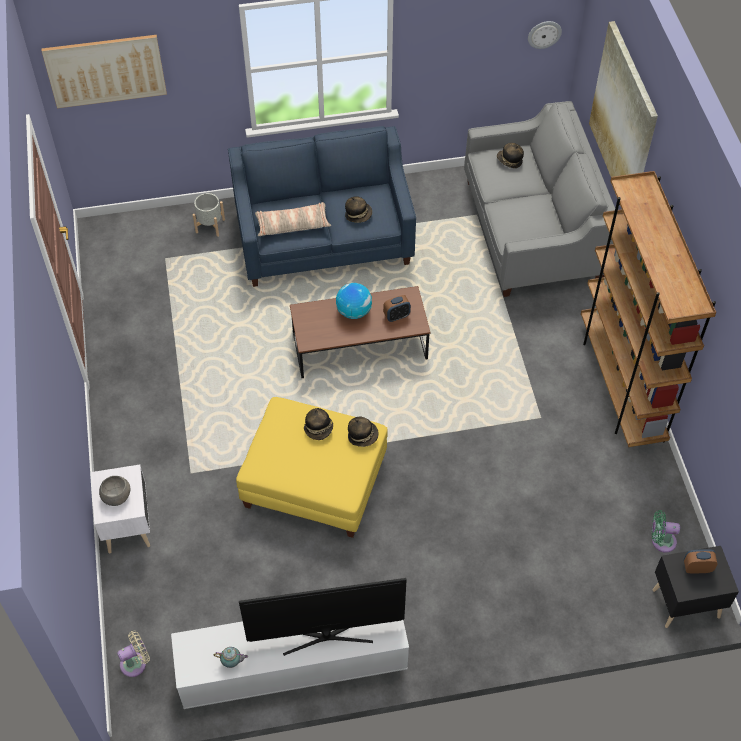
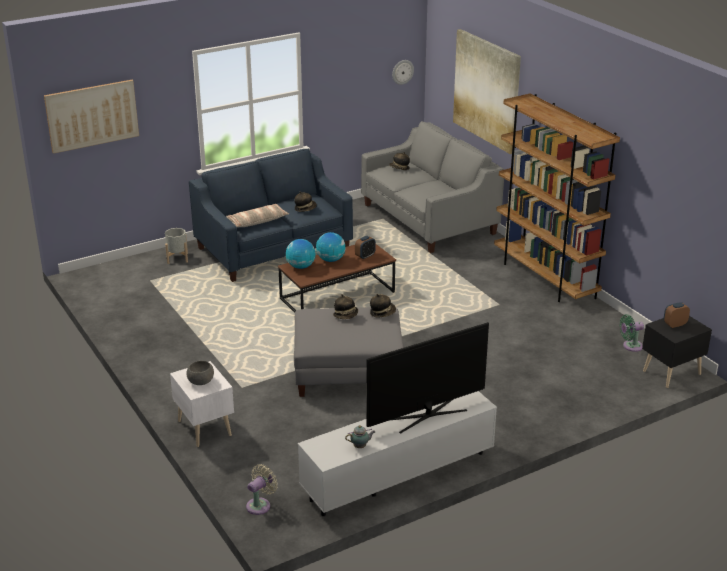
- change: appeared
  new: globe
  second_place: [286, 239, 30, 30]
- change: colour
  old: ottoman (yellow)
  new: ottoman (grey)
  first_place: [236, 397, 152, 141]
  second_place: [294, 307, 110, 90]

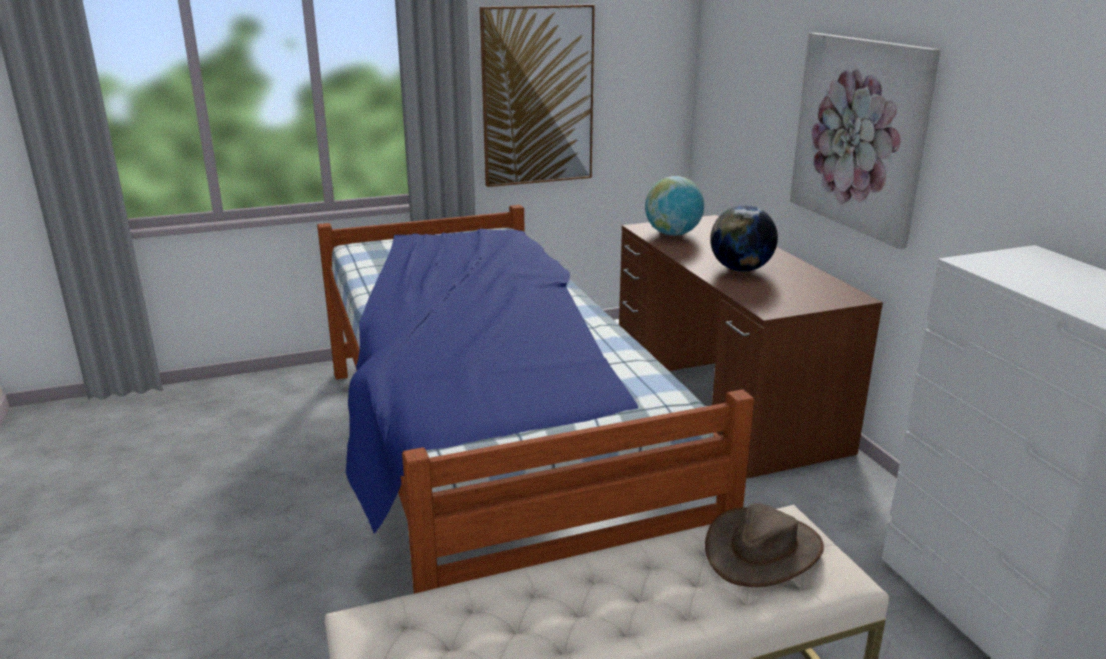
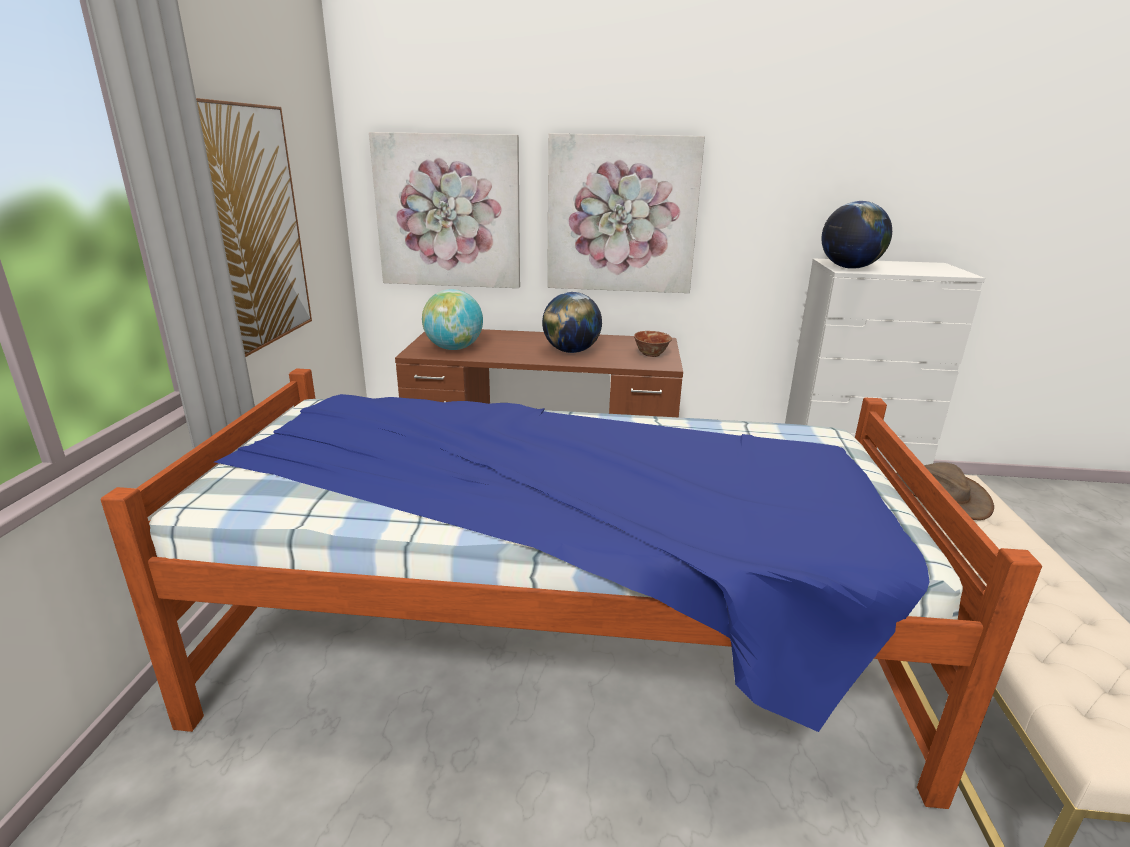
- change: appeared
  new: picture
  second_place: [369, 132, 151, 156]
- change: appeared
  new: bowl
  second_place: [634, 331, 38, 26]
- change: appeared
  new: globe
  second_place: [822, 201, 70, 68]

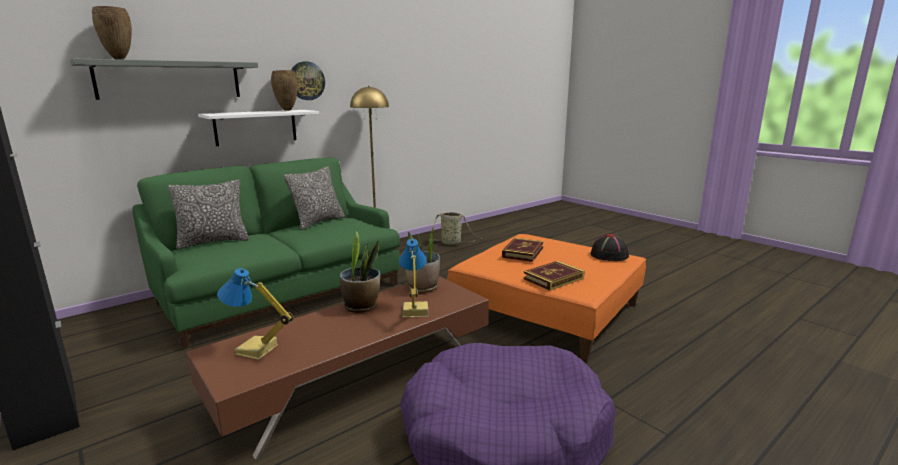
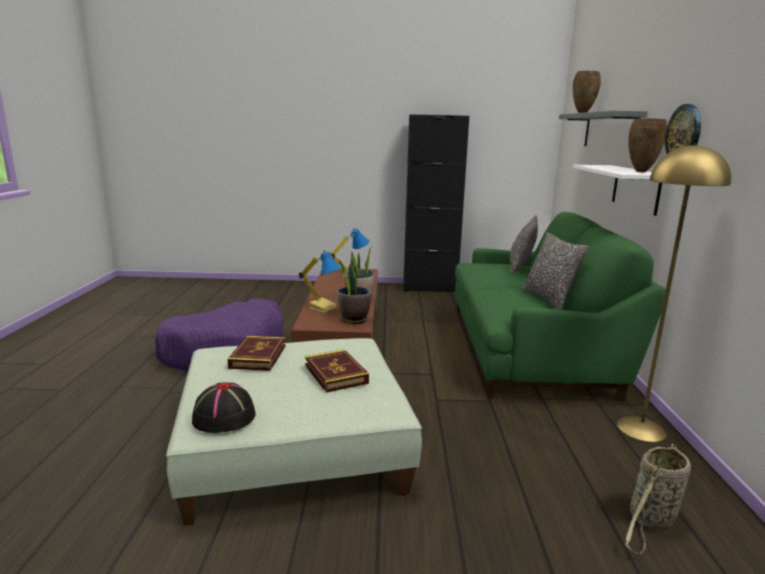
- change: colour
  old: ottoman (orange)
  new: ottoman (green)
  first_place: [447, 234, 199, 127]
  second_place: [166, 338, 256, 188]

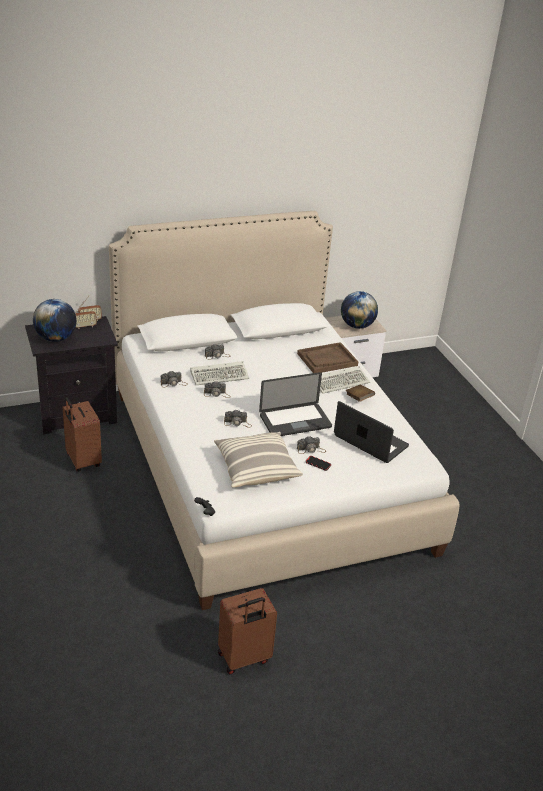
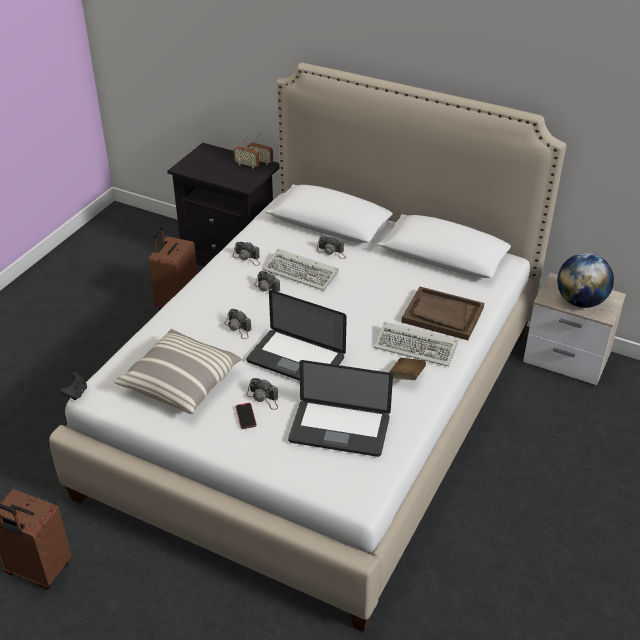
- change: spun
  old: laptop
  first_place: [334, 401, 75, 62]
  second_place: [288, 360, 105, 97]
  degrees: 105
- change: missing
  old: globe
  first_place: [33, 299, 44, 43]

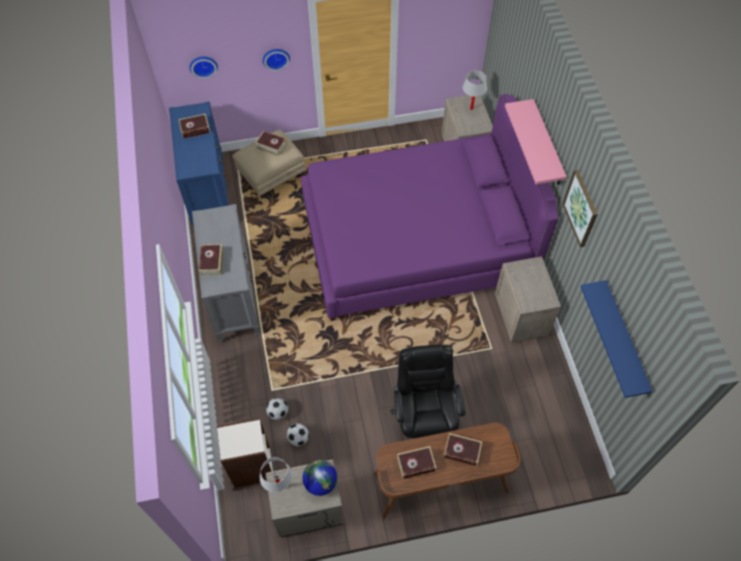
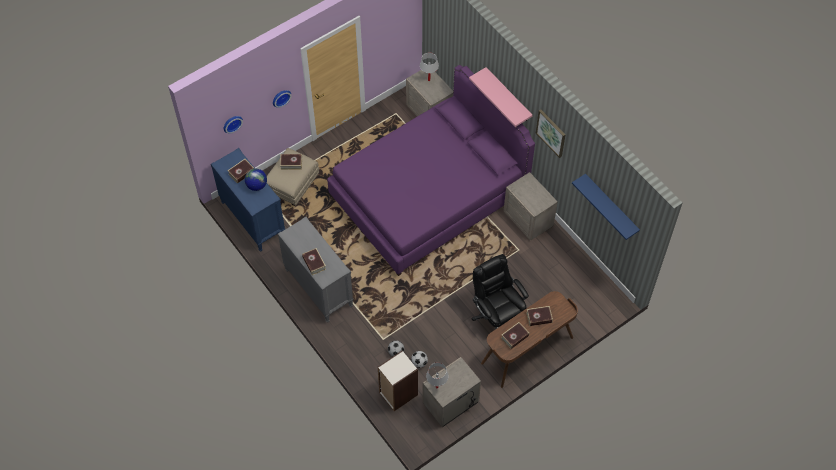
- change: relocated
  old: globe
  first_place: [303, 460, 34, 36]
  second_place: [245, 169, 22, 22]

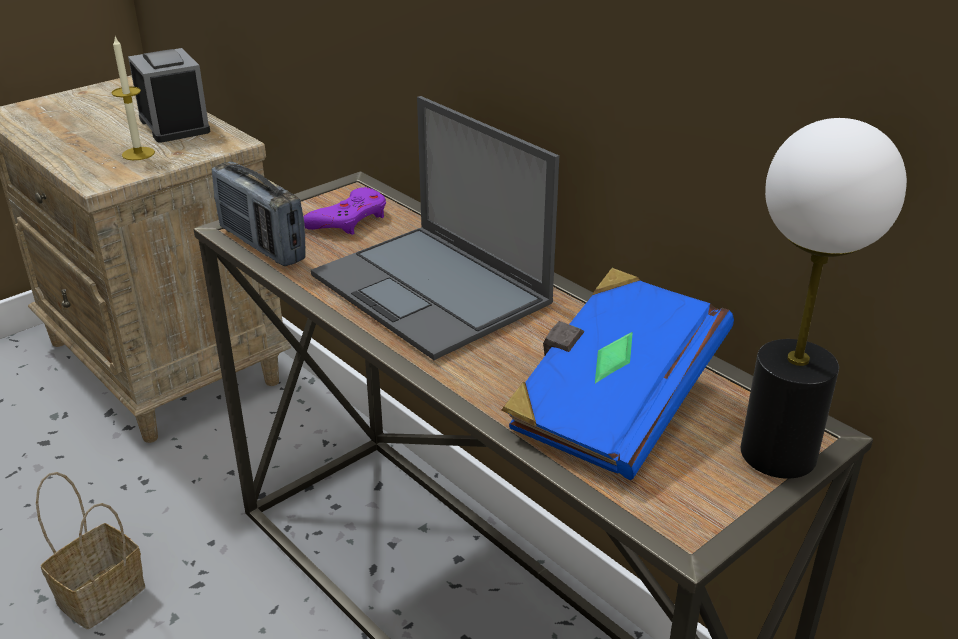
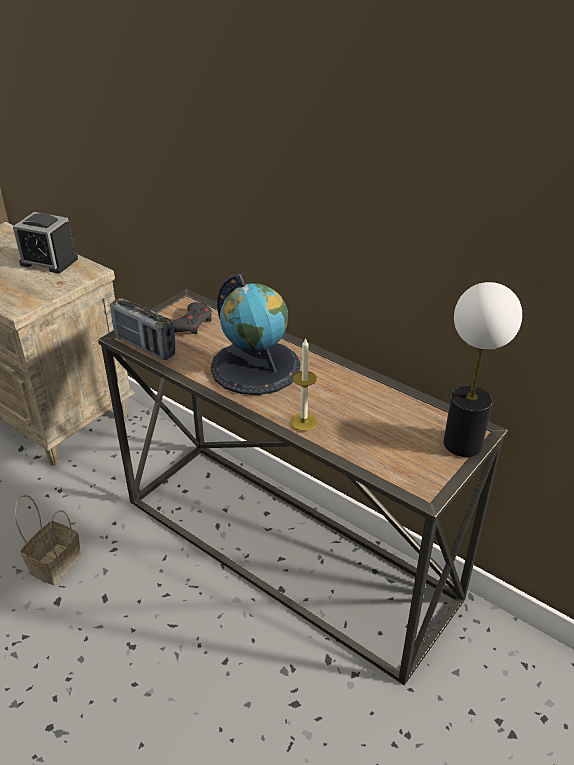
- change: spun
  old: alarm clock
  first_place: [128, 48, 82, 94]
  second_place: [13, 212, 65, 61]
  degrees: 150
- change: colour
  old: game controller (purple)
  new: game controller (grey)
  first_place: [303, 187, 83, 48]
  second_place: [172, 302, 40, 32]
- change: exchanged
  old: laptop
  new: globe
  first_place: [311, 96, 248, 264]
  second_place: [210, 274, 91, 121]
- change: relocated
  old: candle
  first_place: [112, 36, 43, 124]
  second_place: [291, 338, 26, 93]
- change: missing
  old: book (blue)
  first_place: [502, 268, 232, 212]

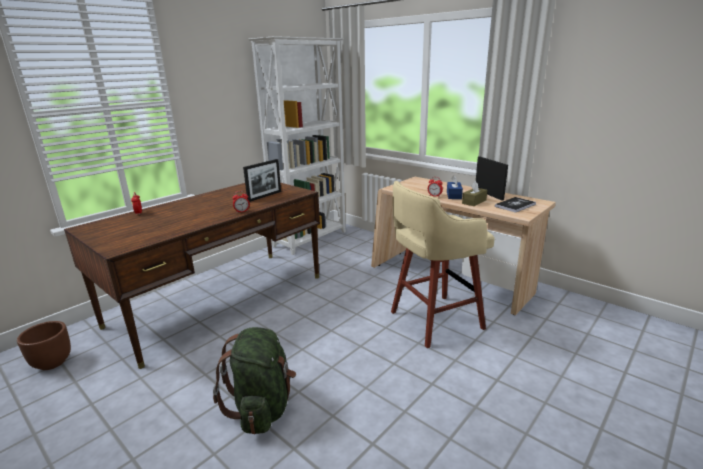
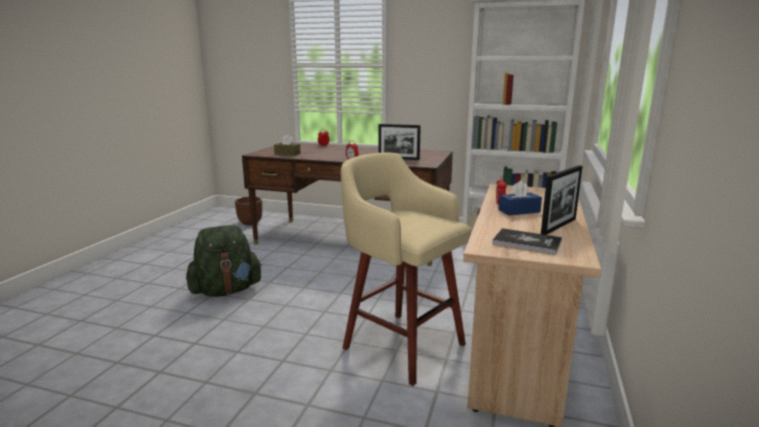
- change: relocated
  old: tissue box (brown)
  first_place: [462, 181, 25, 25]
  second_place: [274, 134, 27, 22]

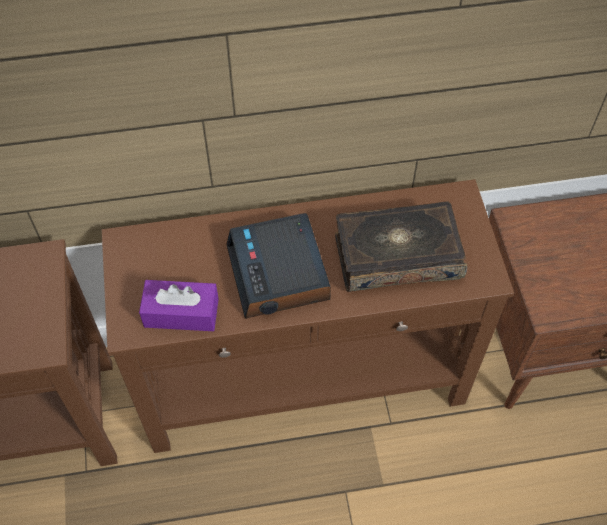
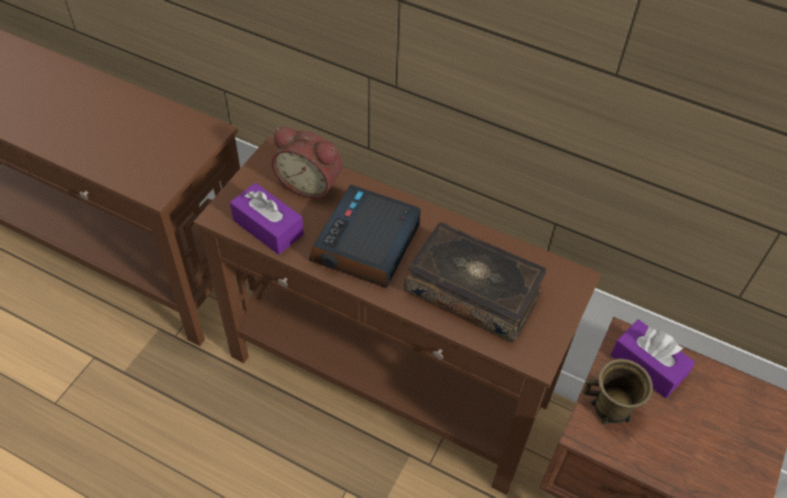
- change: appeared
  new: alarm clock
  second_place: [272, 127, 70, 72]
- change: appeared
  new: mug (brown)
  second_place: [583, 359, 70, 66]
- change: appeared
  new: tissue box (purple)
  second_place: [611, 320, 84, 78]

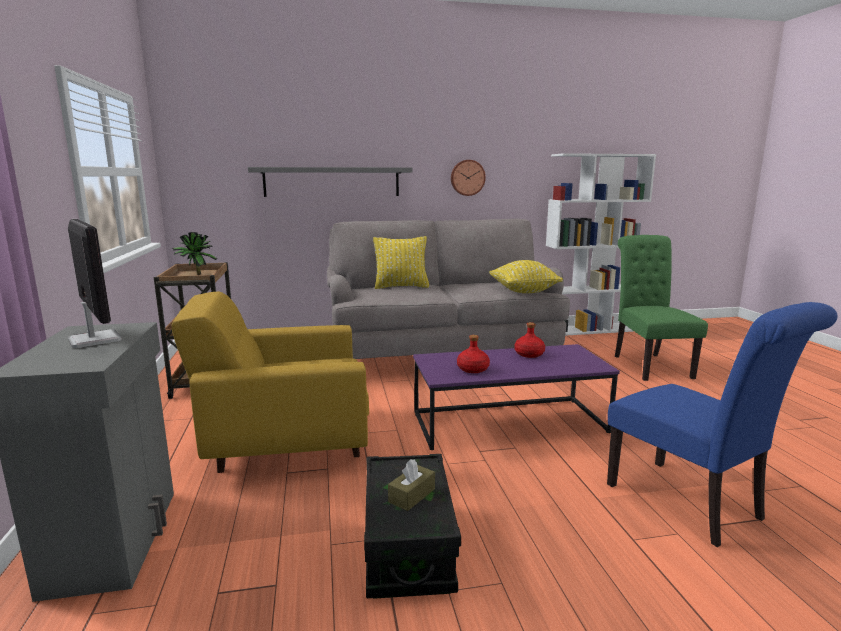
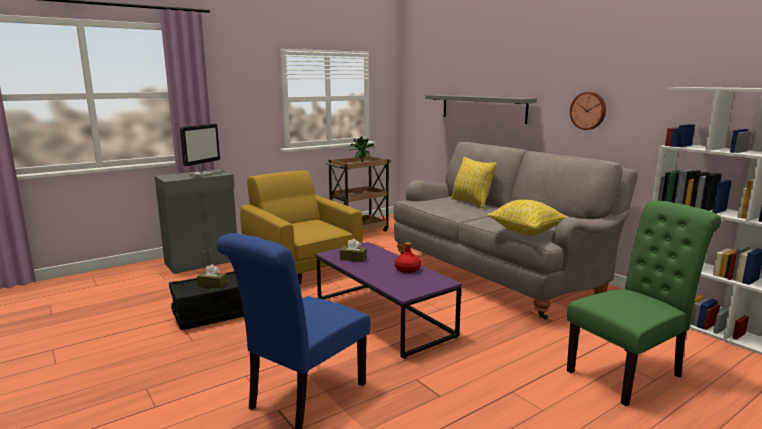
- change: exchanged
  old: bottle (red)
  new: tissue box (brown)
  first_place: [457, 335, 33, 38]
  second_place: [340, 239, 27, 23]

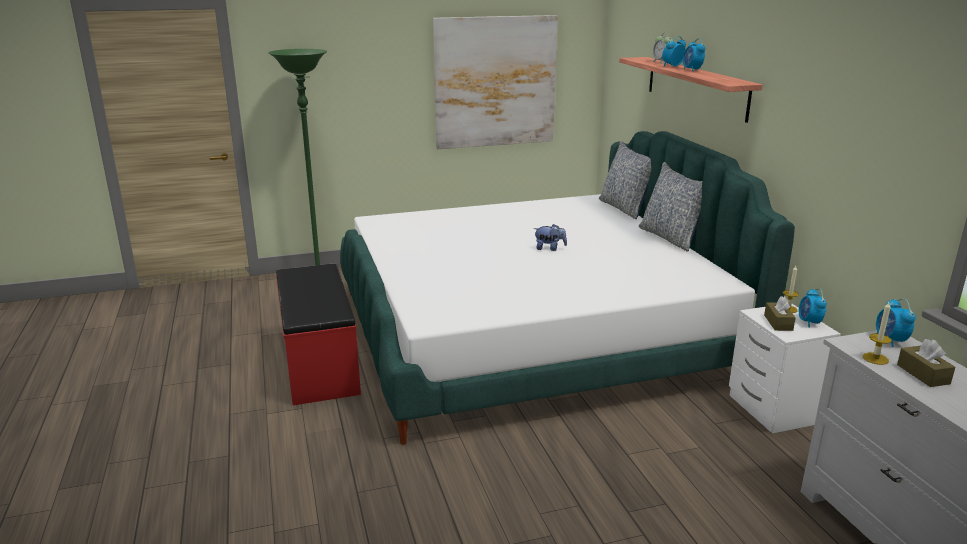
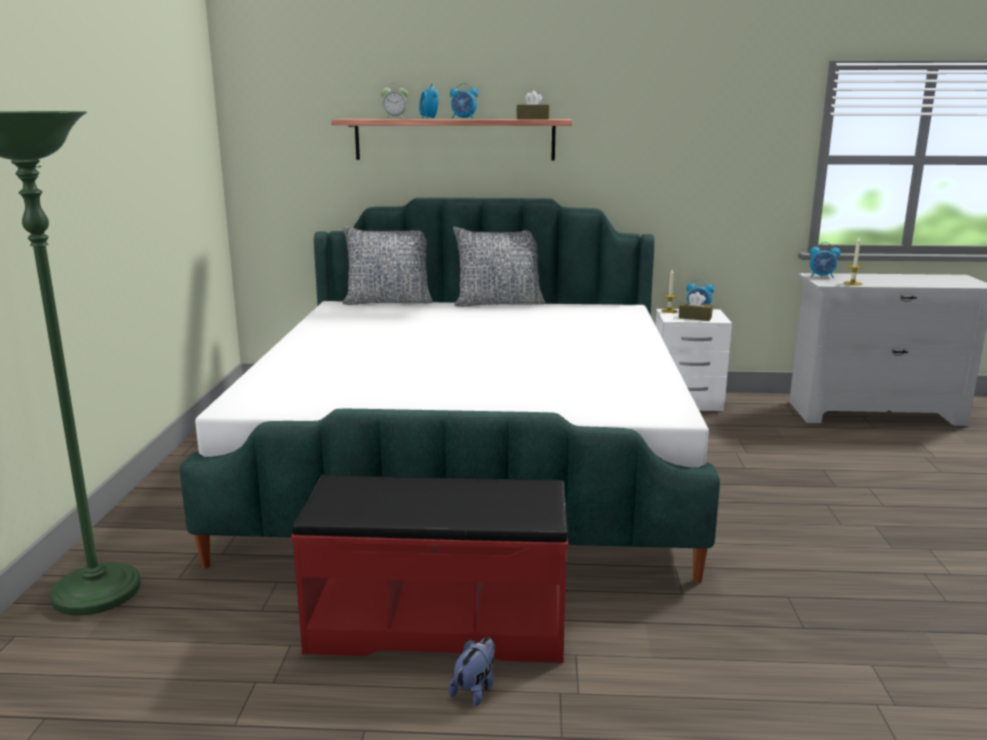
- change: relocated
  old: plush toy
  first_place: [534, 224, 33, 27]
  second_place: [449, 637, 46, 69]
- change: relocated
  old: tissue box (brown)
  first_place: [897, 339, 58, 48]
  second_place: [516, 91, 34, 28]
- change: missing
  old: picture
  first_place: [433, 15, 125, 134]

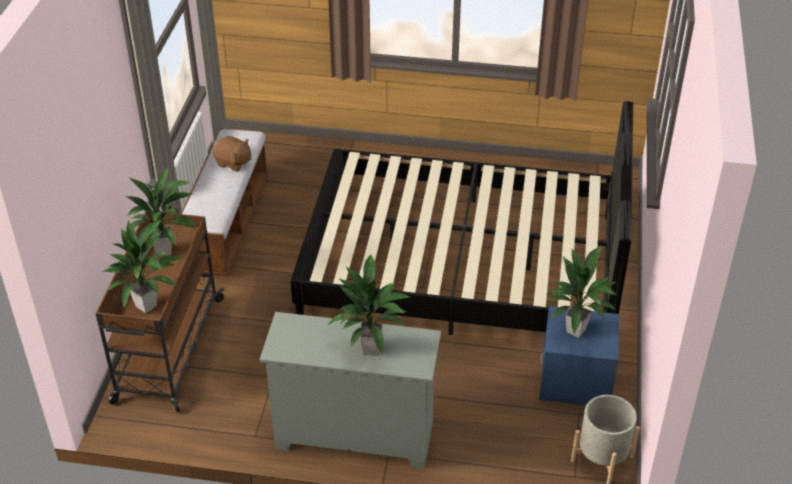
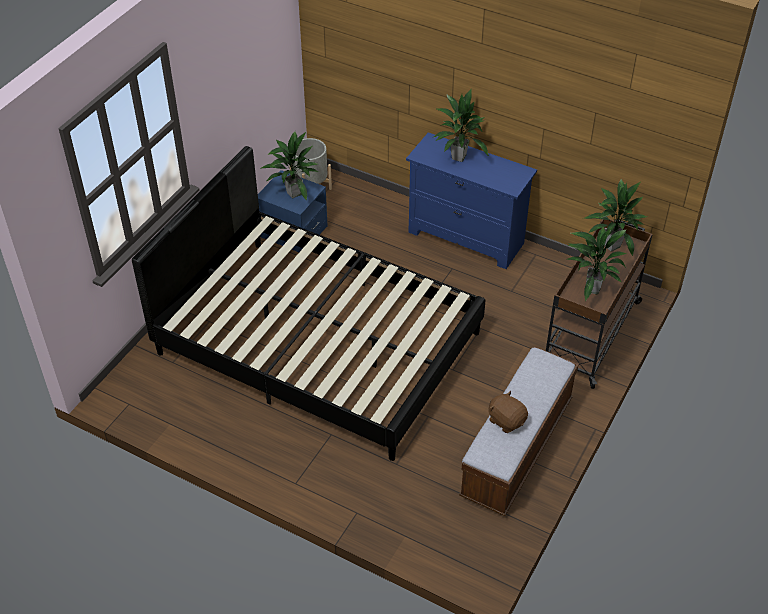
- change: colour
  old: dresser (grey)
  new: dresser (blue)
  first_place: [260, 312, 181, 156]
  second_place: [406, 132, 131, 137]

